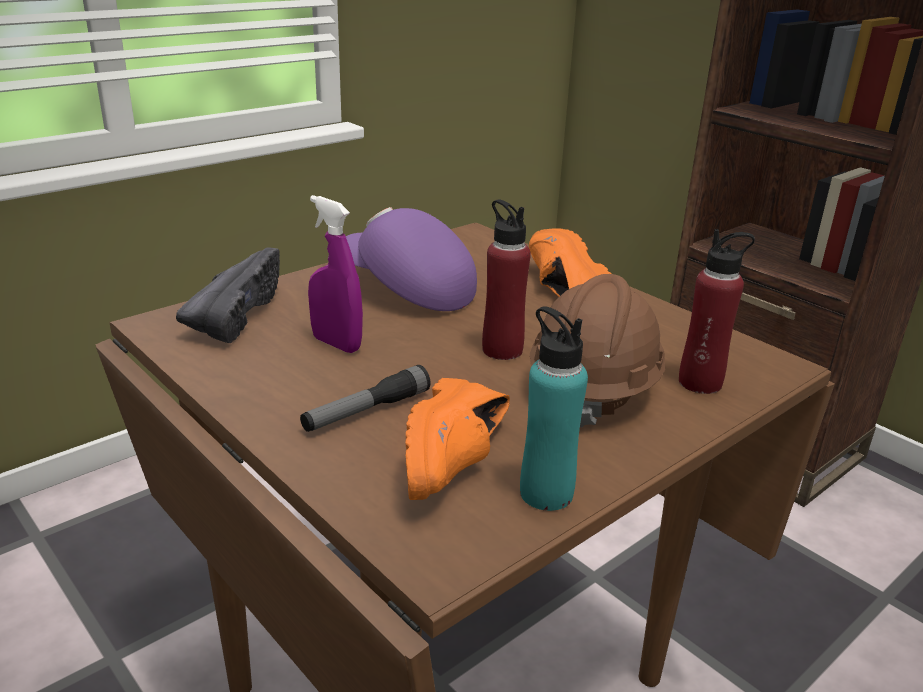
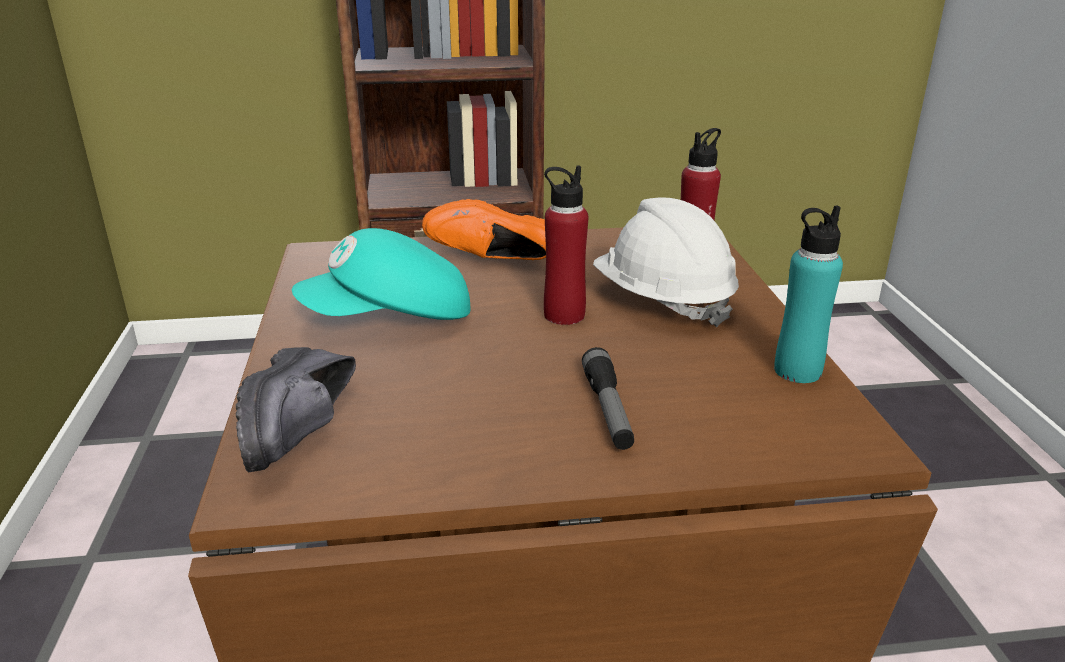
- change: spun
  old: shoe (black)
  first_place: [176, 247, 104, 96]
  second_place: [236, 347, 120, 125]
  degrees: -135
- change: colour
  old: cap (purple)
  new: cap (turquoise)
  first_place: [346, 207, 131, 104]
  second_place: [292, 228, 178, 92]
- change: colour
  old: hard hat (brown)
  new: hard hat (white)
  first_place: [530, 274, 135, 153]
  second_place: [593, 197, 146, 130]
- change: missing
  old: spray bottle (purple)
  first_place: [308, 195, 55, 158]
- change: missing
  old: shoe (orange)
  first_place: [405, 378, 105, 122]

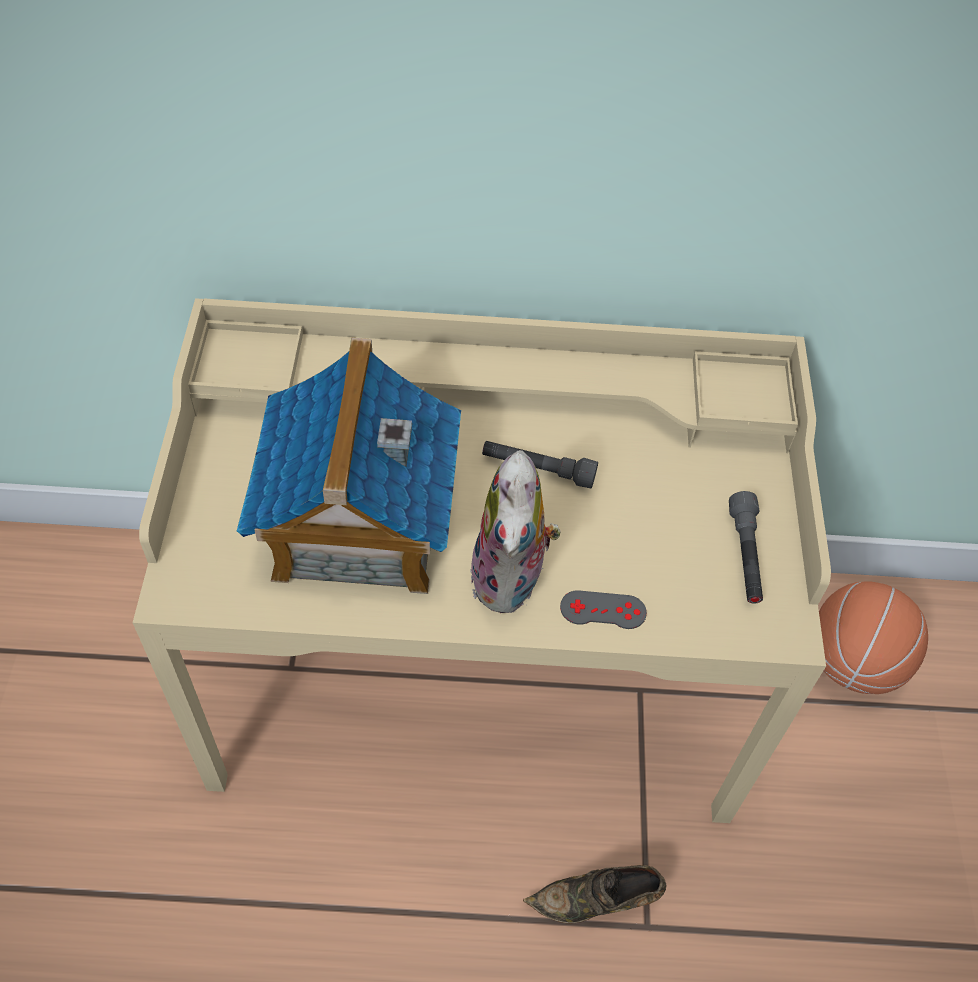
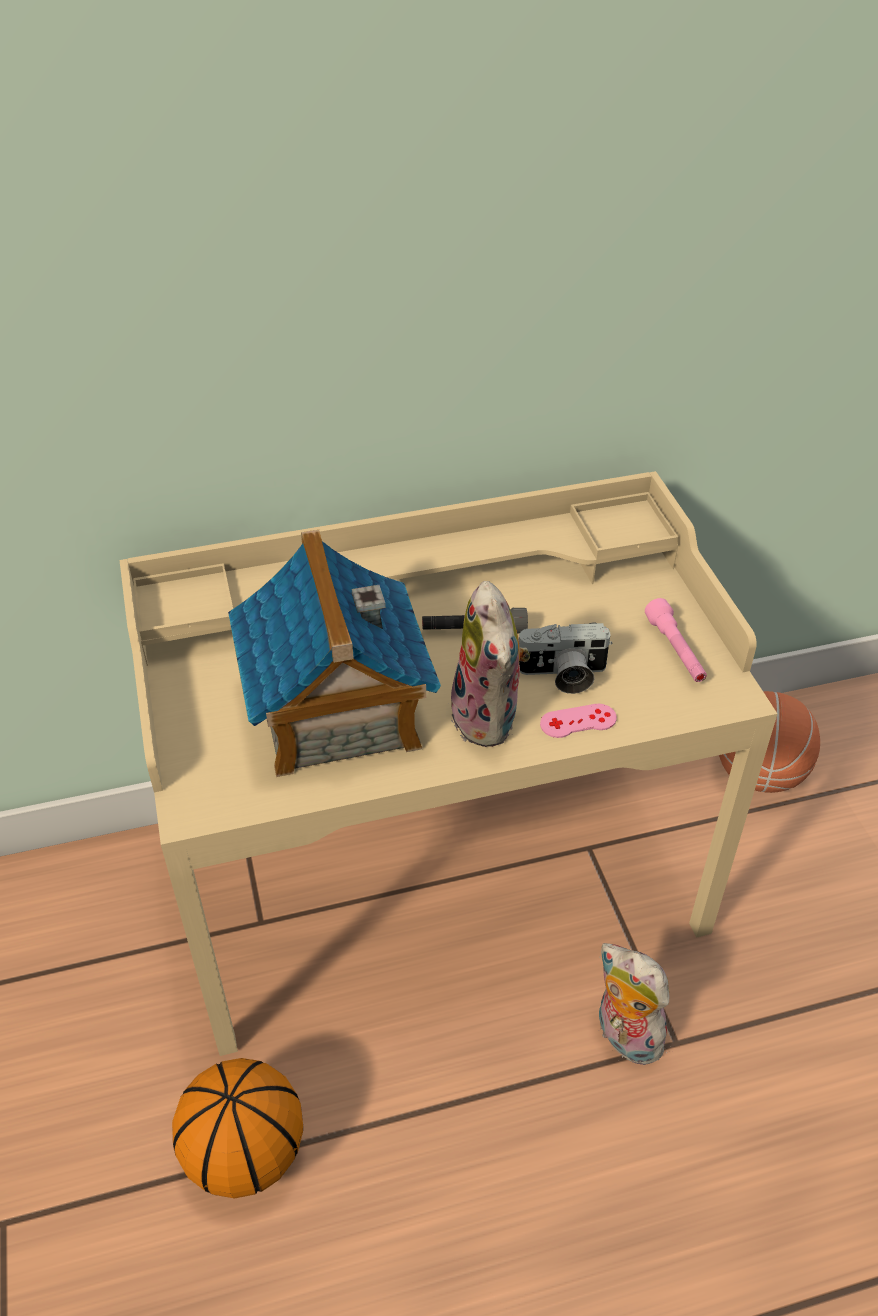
- change: appeared
  new: basketball
  second_place: [172, 1058, 131, 140]
- change: appeared
  new: photo camera
  second_place: [519, 622, 93, 72]
- change: colour
  old: game controller (grey)
  new: game controller (pink)
  first_place: [560, 590, 87, 39]
  second_place: [540, 704, 77, 34]
- change: exchanged
  old: shoe (brown)
  new: plush toy
  first_place: [523, 865, 143, 59]
  second_place: [599, 943, 70, 122]
- change: colour
  old: flashlight (grey)
  new: flashlight (pink)
  first_place: [729, 491, 34, 113]
  second_place: [645, 598, 62, 84]

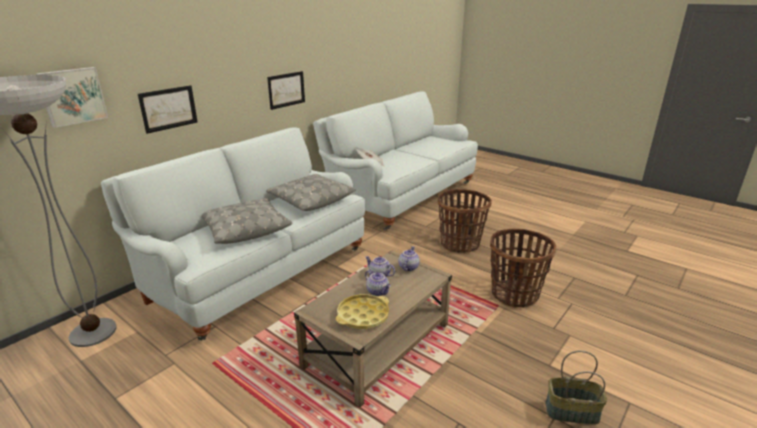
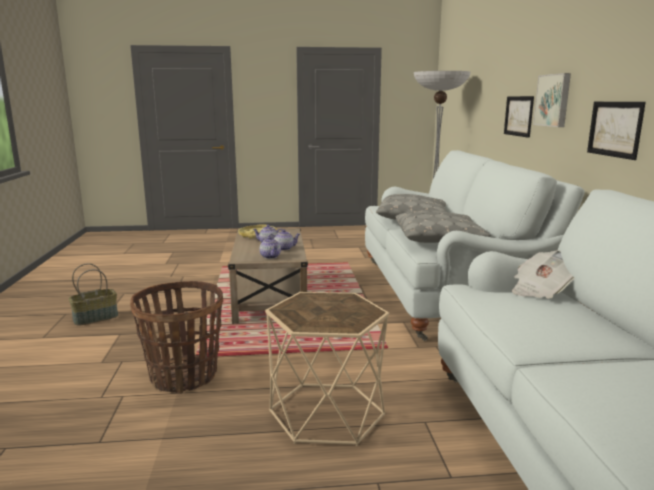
- change: exchanged
  old: basket
  new: side table (beige)
  first_place: [438, 189, 54, 64]
  second_place: [265, 292, 124, 154]
- change: relocated
  old: picture
  first_place: [36, 67, 72, 61]
  second_place: [533, 73, 38, 54]

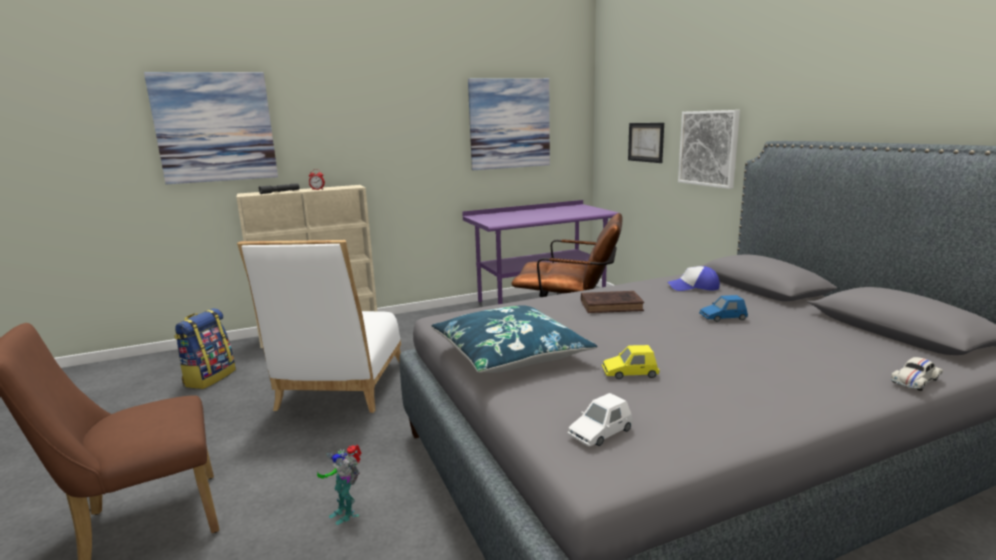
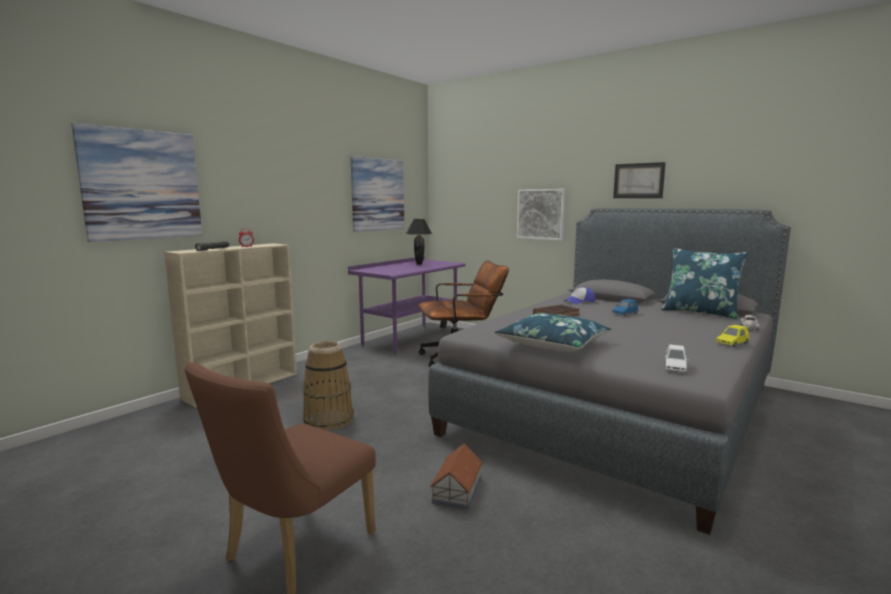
- change: exchanged
  old: chair (white)
  new: basket
  first_place: [237, 240, 164, 173]
  second_place: [303, 341, 51, 90]
- change: appeared
  new: table lamp (black)
  second_place: [406, 219, 26, 46]
- change: exchanged
  old: toy robot
  new: toy house
  first_place: [317, 445, 45, 80]
  second_place: [430, 443, 53, 67]
- change: relocated
  old: picture
  first_place: [628, 123, 36, 40]
  second_place: [613, 162, 53, 36]
- change: appeared
  new: pillow (blue)
  second_place: [661, 248, 88, 72]
- change: relocated
  old: toy car (yellow)
  first_place: [602, 345, 57, 34]
  second_place: [716, 325, 33, 22]
- change: missing
  old: backpack
  first_place: [174, 308, 62, 81]

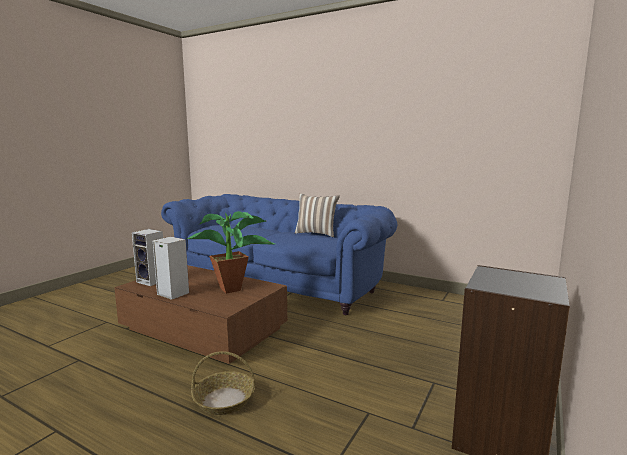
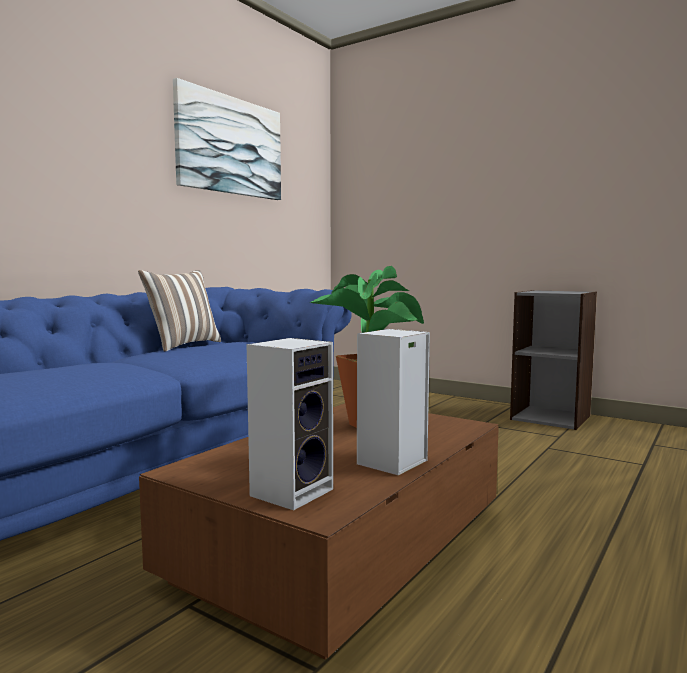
- change: appeared
  new: picture
  second_place: [173, 78, 108, 122]
- change: missing
  old: basket
  first_place: [191, 351, 64, 64]

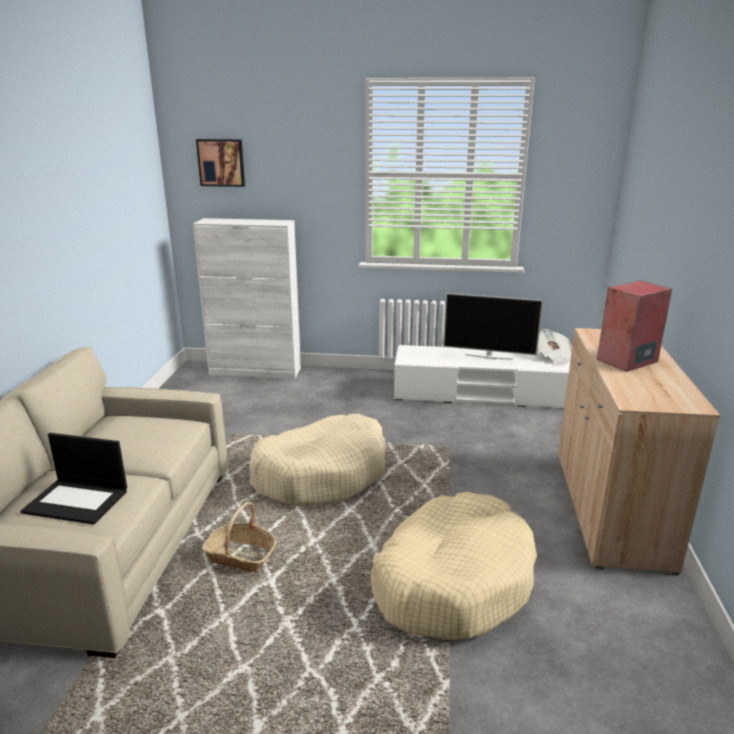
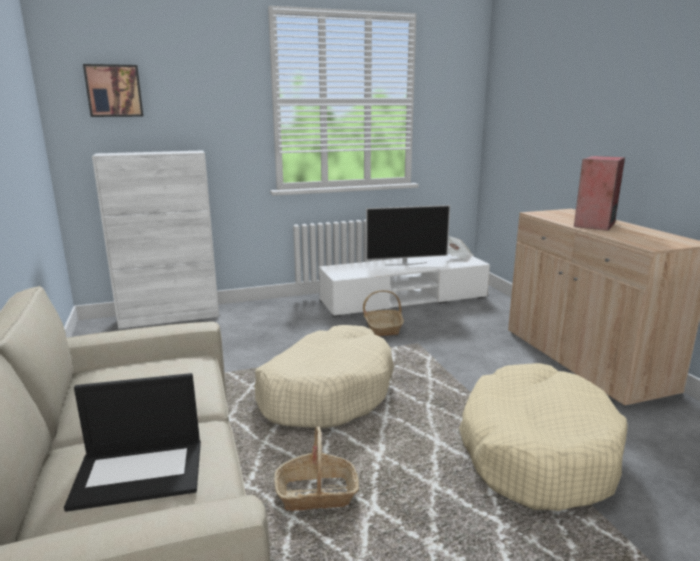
- change: appeared
  new: basket
  second_place: [363, 290, 41, 46]

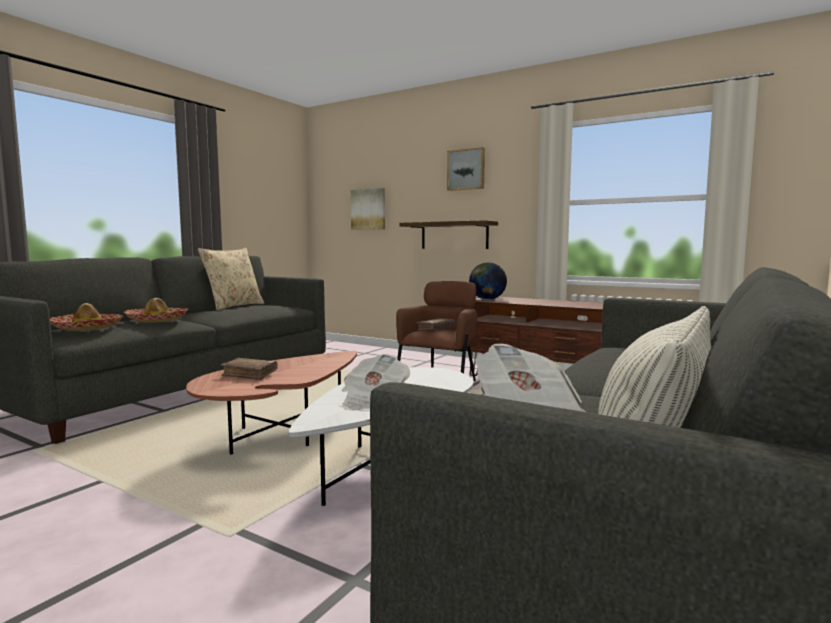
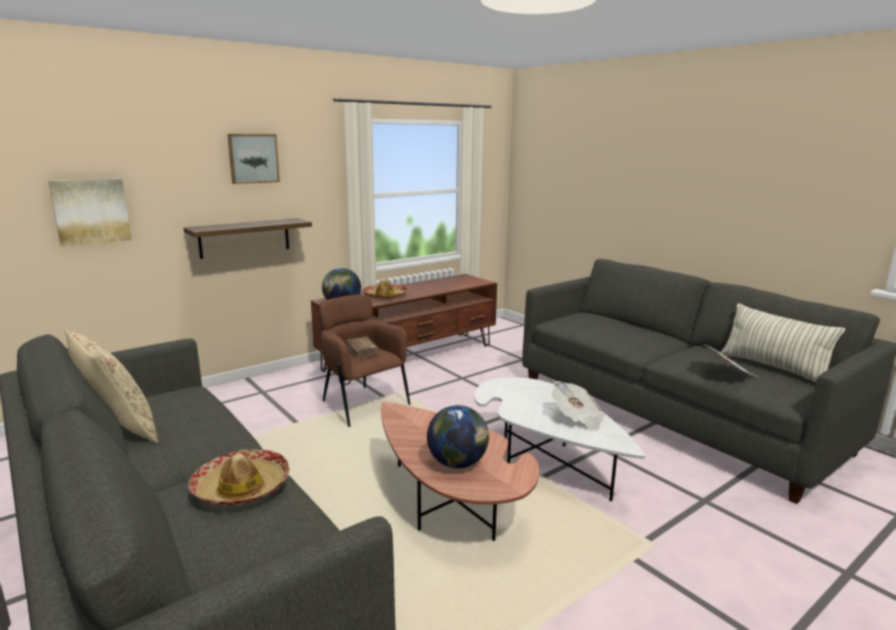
- change: relocated
  old: hat
  first_place: [50, 303, 73, 28]
  second_place: [362, 279, 46, 21]
- change: exchanged
  old: book (brown)
  new: globe
  first_place: [221, 358, 57, 22]
  second_place: [427, 405, 62, 63]

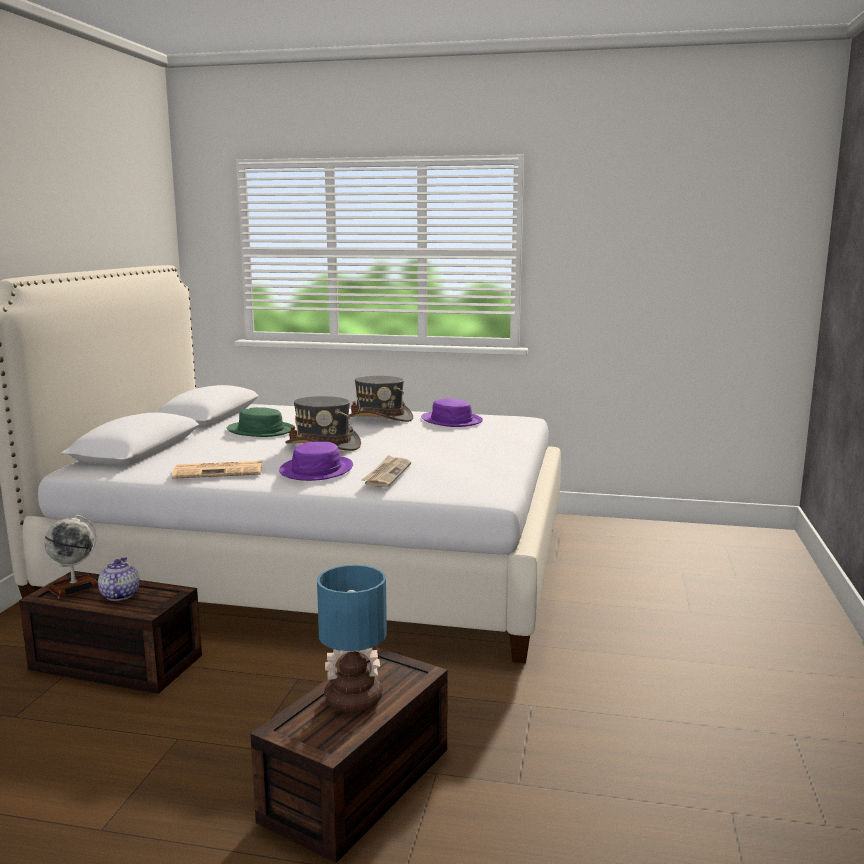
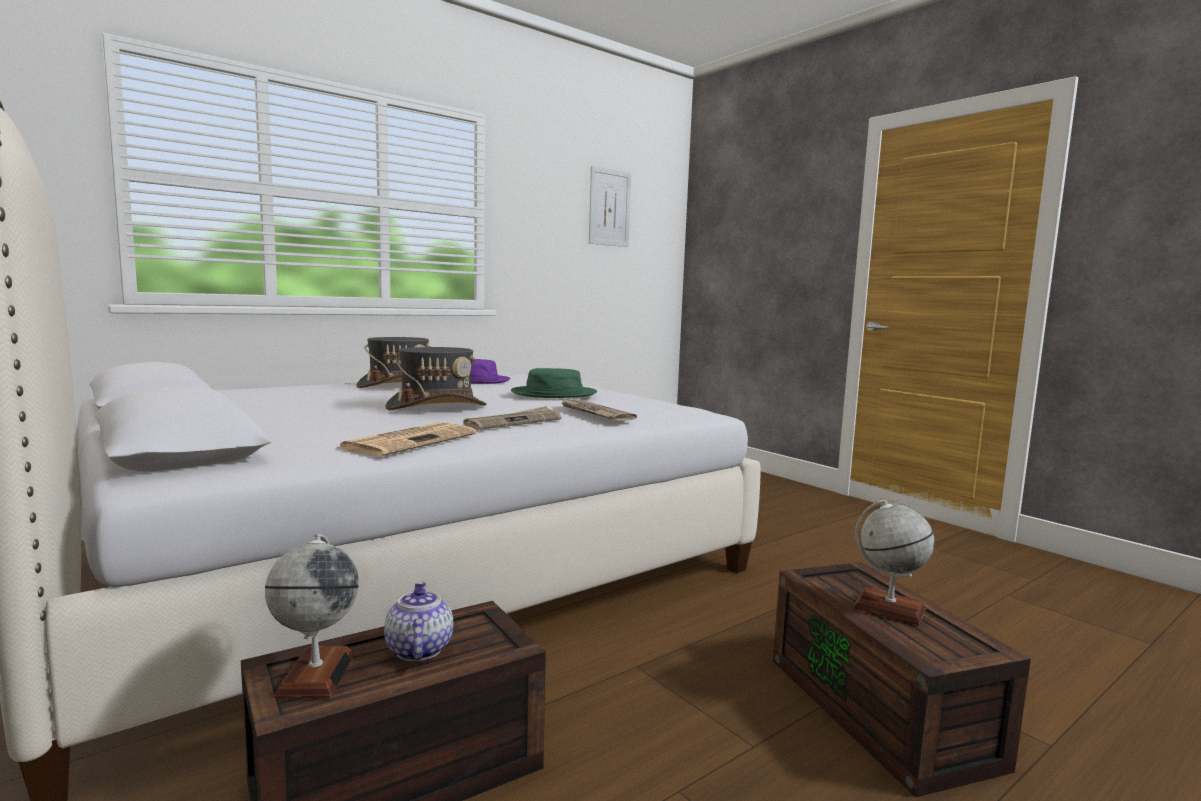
- change: spun
  old: teapot
  first_place: [98, 557, 42, 44]
  second_place: [384, 582, 69, 79]
  degrees: 45
- change: exchanged
  old: hat (purple)
  new: newspaper
  first_place: [279, 441, 74, 40]
  second_place: [463, 406, 98, 24]
- change: relocated
  old: hat (green)
  first_place: [227, 407, 68, 30]
  second_place: [511, 368, 86, 30]
- change: appeared
  new: picture
  second_place: [589, 166, 42, 81]
- change: exchanged
  old: table lamp
  new: globe
  first_place: [317, 565, 70, 148]
  second_place: [853, 499, 81, 126]

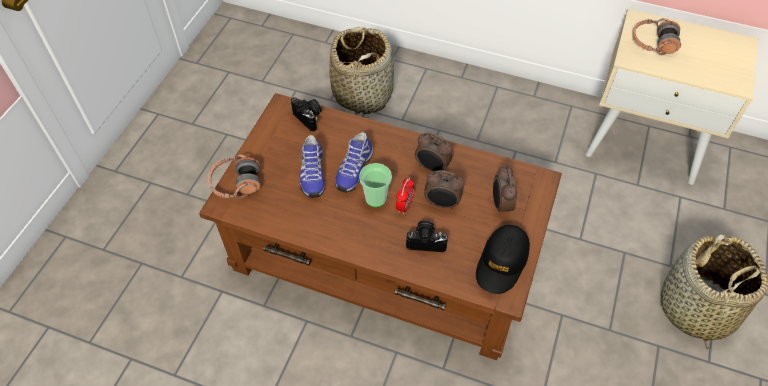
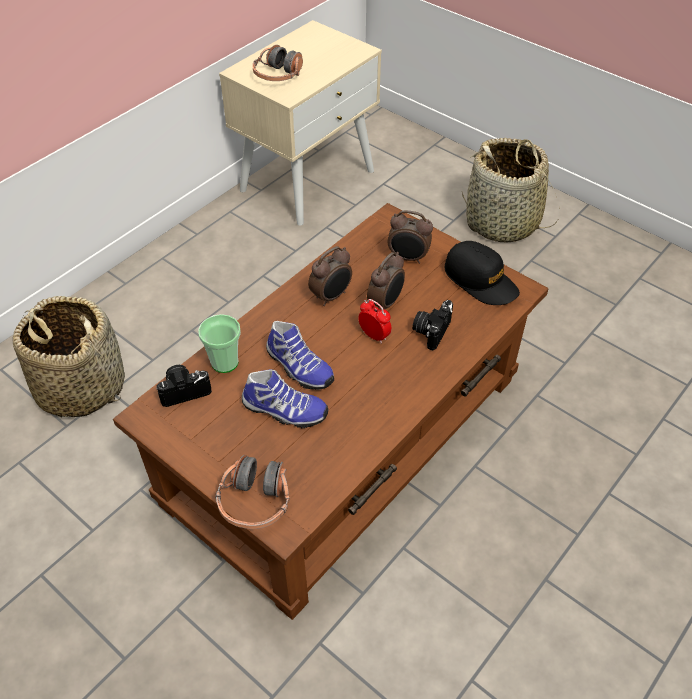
- change: relocated
  old: cup
  first_place: [359, 163, 33, 45]
  second_place: [198, 314, 43, 59]

